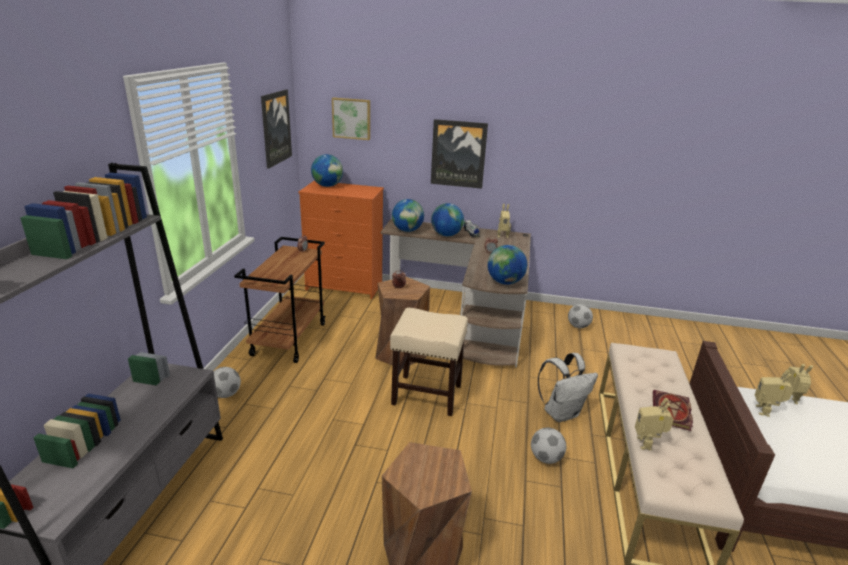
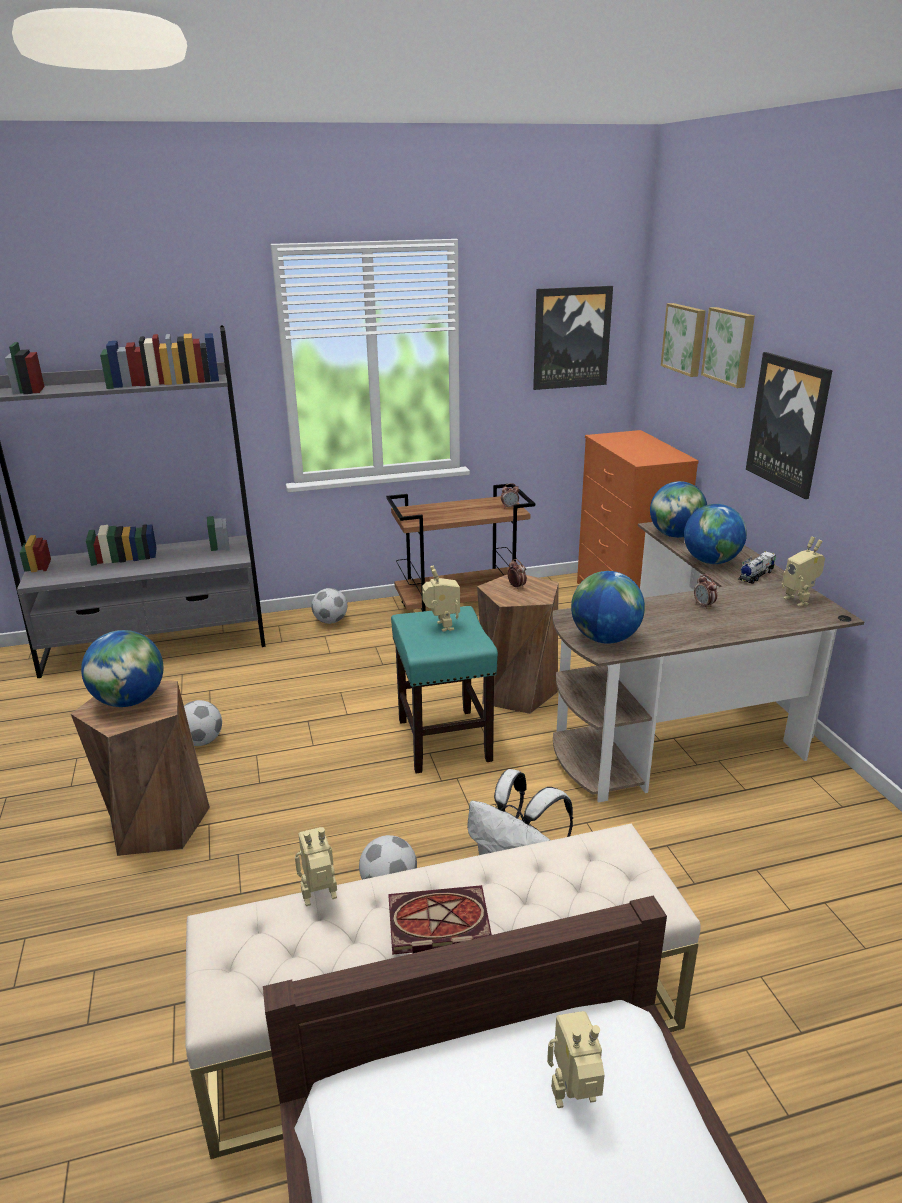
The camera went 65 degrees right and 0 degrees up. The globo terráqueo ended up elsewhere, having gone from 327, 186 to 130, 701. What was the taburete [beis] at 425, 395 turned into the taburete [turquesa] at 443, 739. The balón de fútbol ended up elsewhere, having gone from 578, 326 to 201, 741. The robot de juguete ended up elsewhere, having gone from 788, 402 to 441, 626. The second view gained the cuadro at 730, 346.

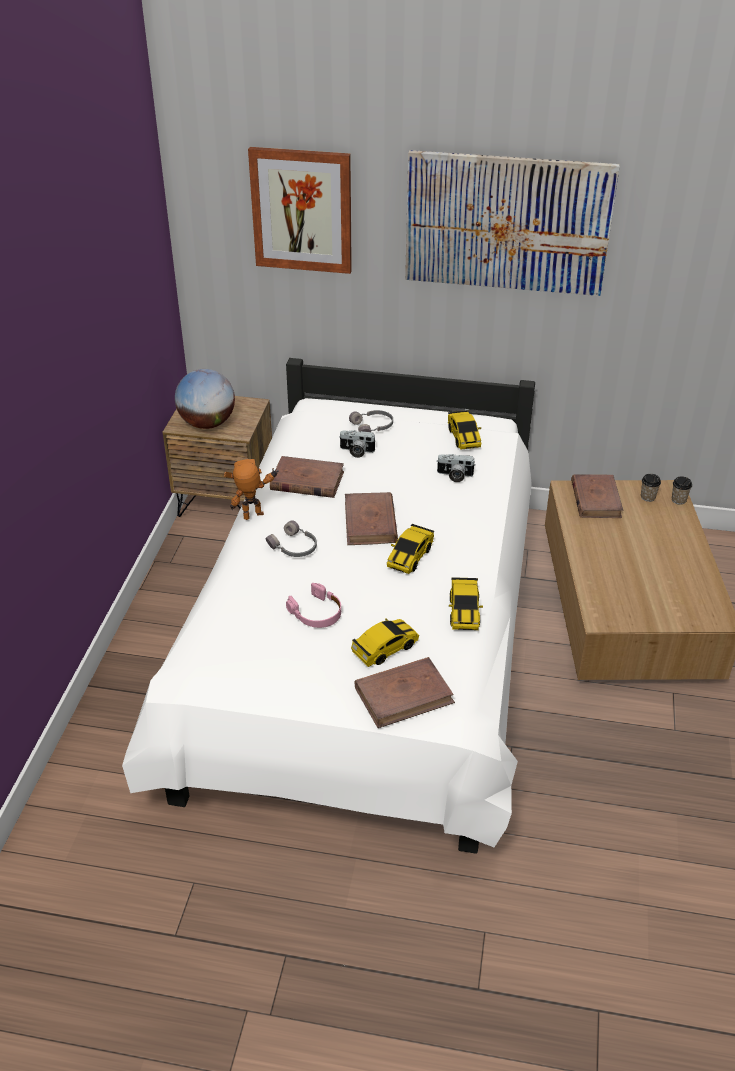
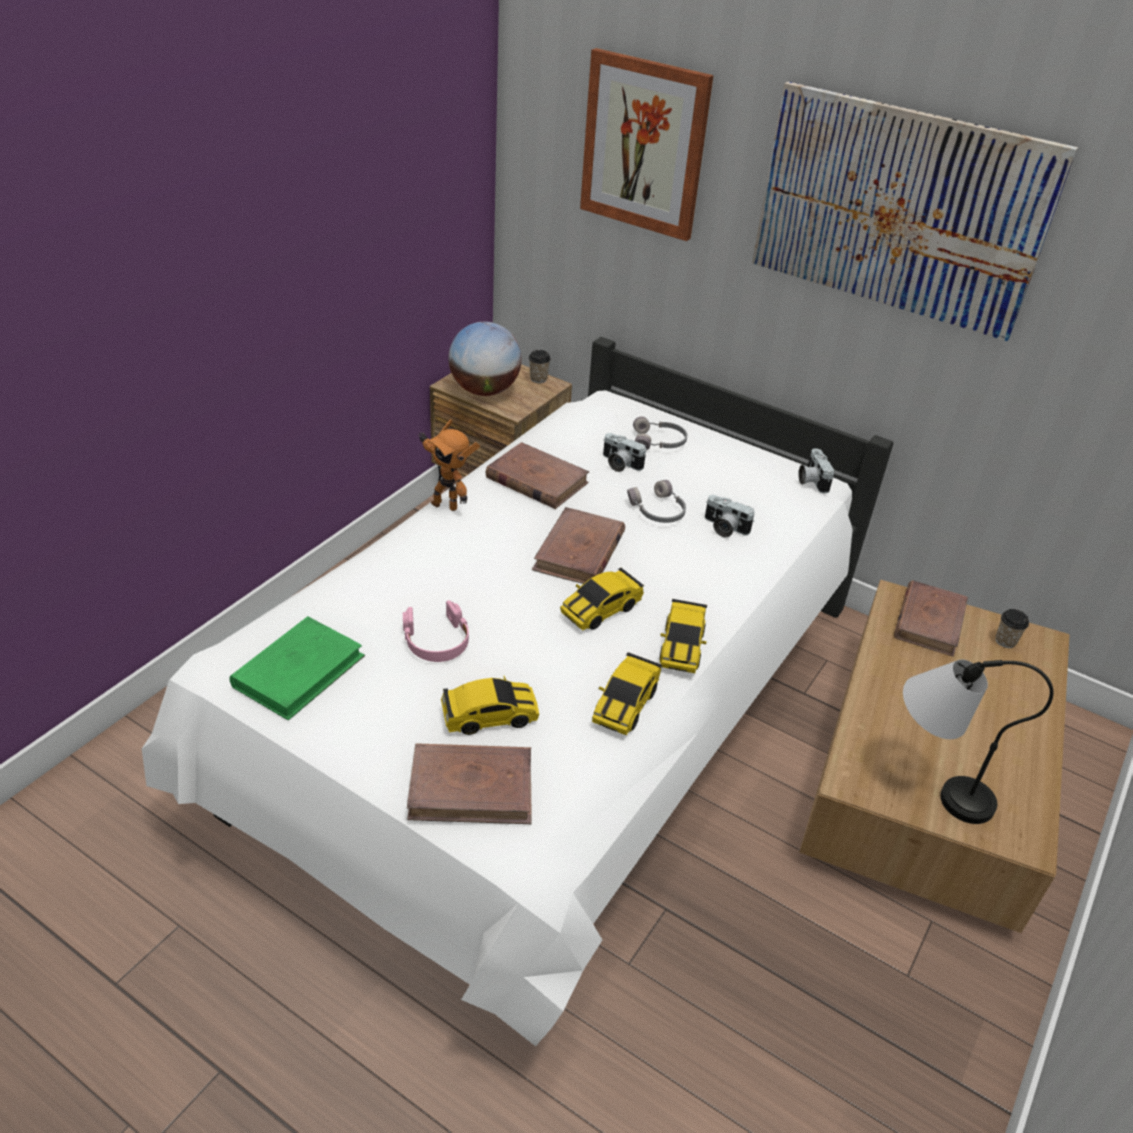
The camera went 20 degrees right and 0 degrees up. The robot de juguete at 255, 518 ended up facing another way, 150 degrees counterclockwise from before. The auriculares [gris] ended up elsewhere, having gone from 294, 547 to 657, 511. The coche de juguete ended up elsewhere, having gone from 463, 437 to 681, 646. The taza ended up elsewhere, having gone from 678, 500 to 538, 379. The second view gained the libro [verde] at 299, 671. The second view gained the cámara at 811, 480. The second view gained the lámpara de mesa at 931, 785.

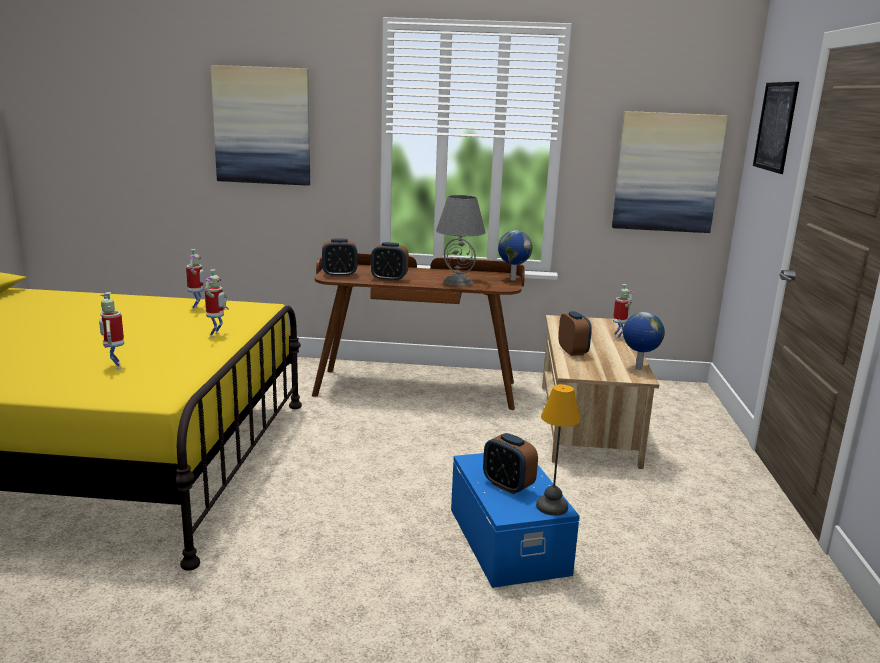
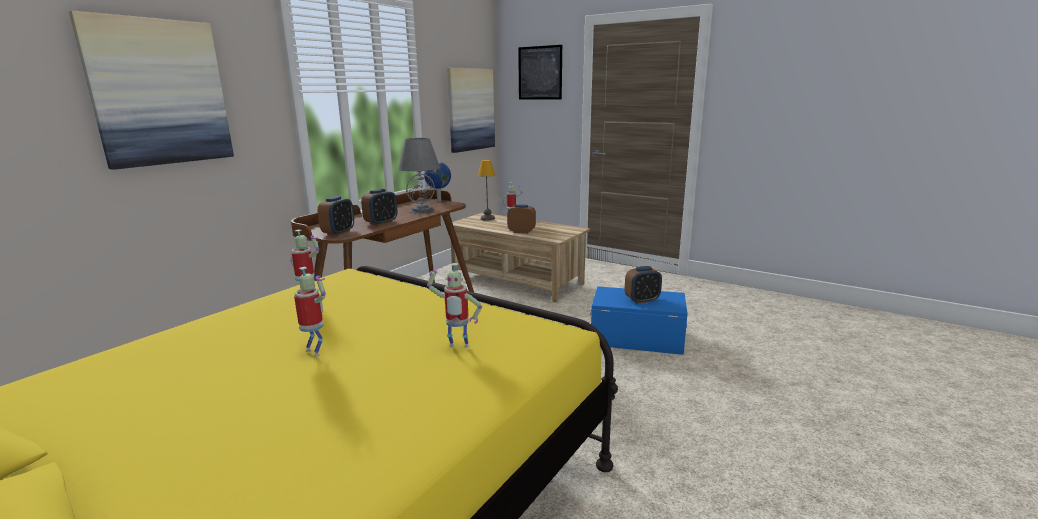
The camera went 60 degrees left and 0 degrees up. The robot de juguete ended up elsewhere, having gone from 216, 335 to 316, 352. The lámpara de mesa ended up elsewhere, having gone from 552, 507 to 488, 218. The second view lost the globo terráqueo at 638, 368.

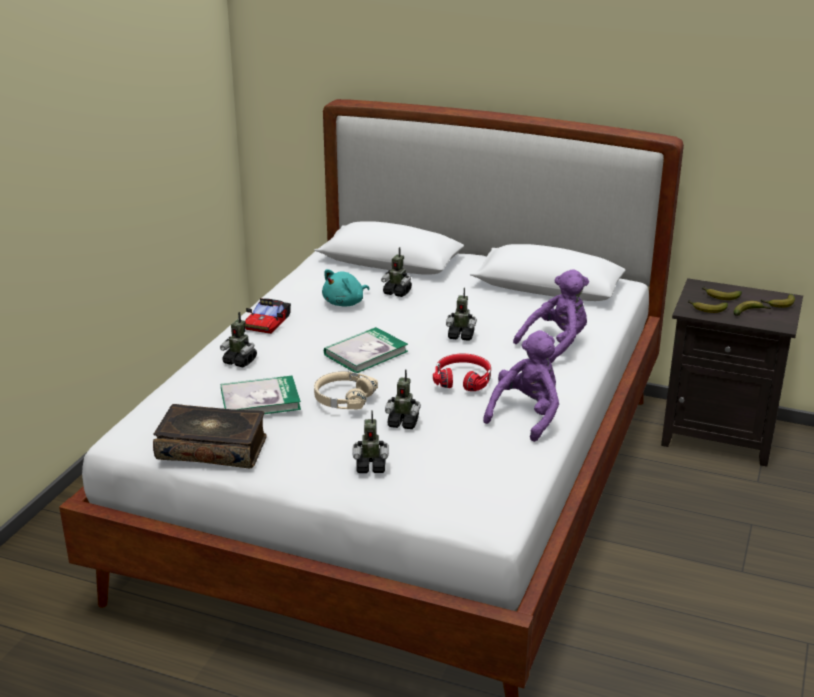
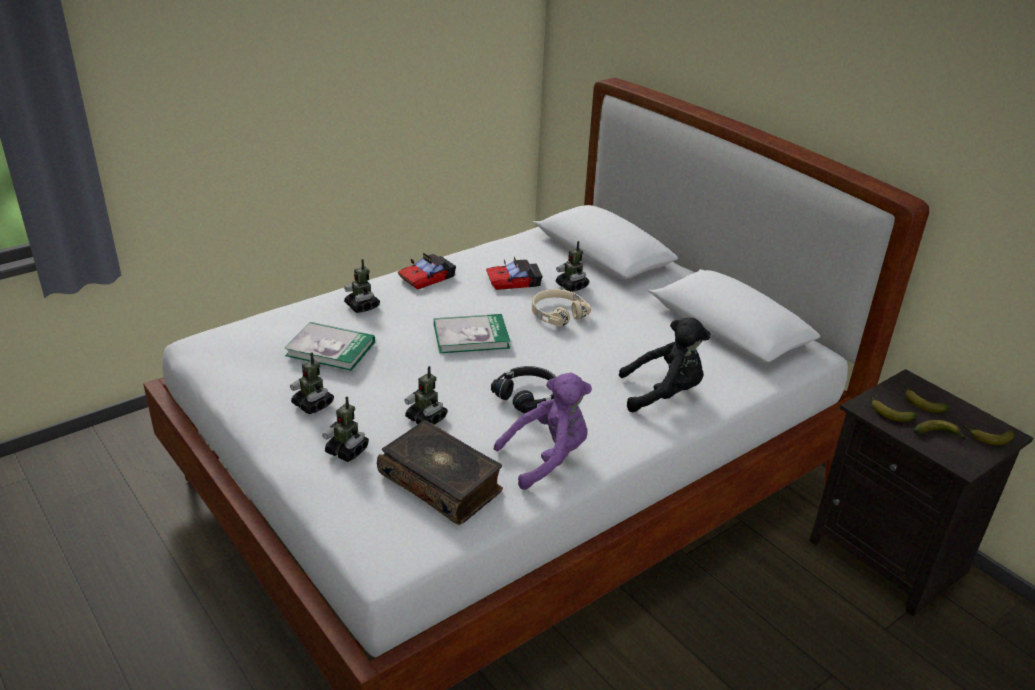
The camera went 30 degrees right and 5 degrees up. The libro ended up elsewhere, having gone from 212, 448 to 441, 482. The auriculares [beis] ended up elsewhere, having gone from 343, 398 to 557, 314. Where the peluche [turquesa] stood at 345, 303, the coche de juguete came to stand at 514, 281. What was the auriculares [rojo] at 463, 379 turned into the auriculares [negro] at 528, 396. The robot de juguete ended up elsewhere, having gone from 461, 336 to 313, 404. What was the peluche [morado] at 556, 345 turned into the peluche [negro] at 664, 394.

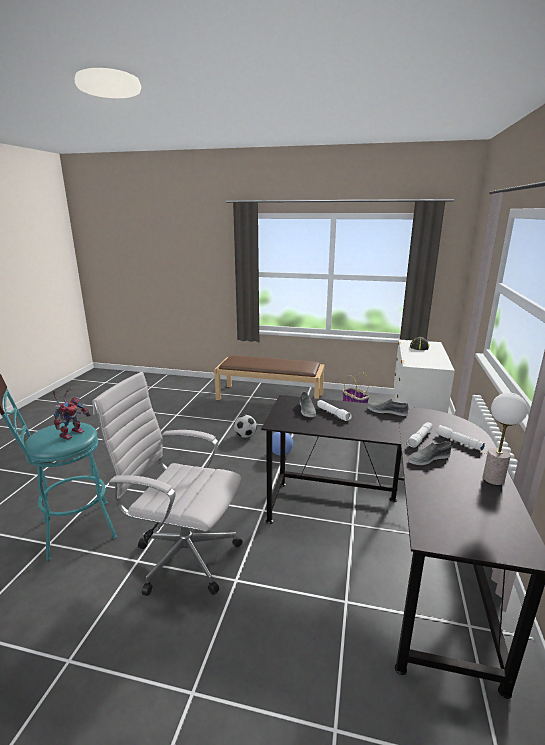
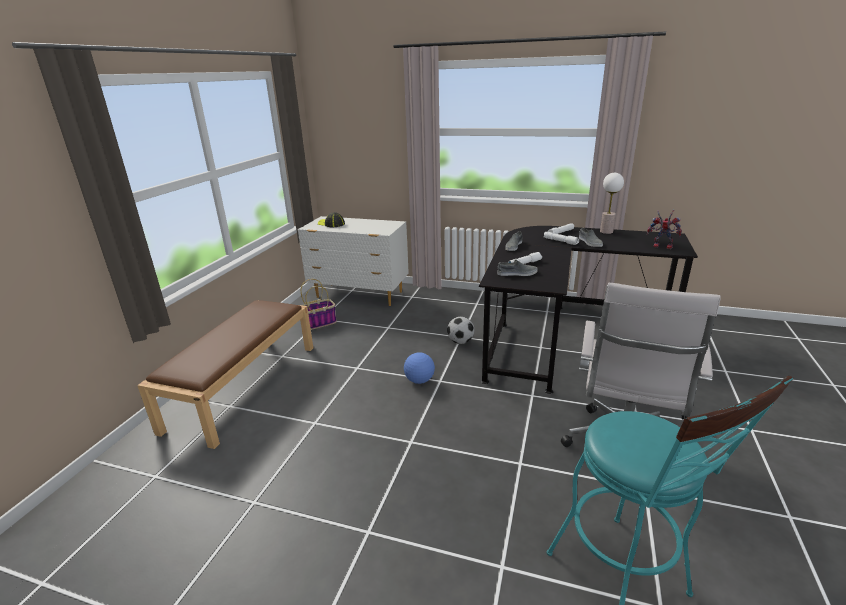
The camera went 85 degrees left and 5 degrees up. The robot de juguete ended up elsewhere, having gone from 72, 433 to 660, 247. The balón de fútbol ended up elsewhere, having gone from 245, 436 to 460, 342.

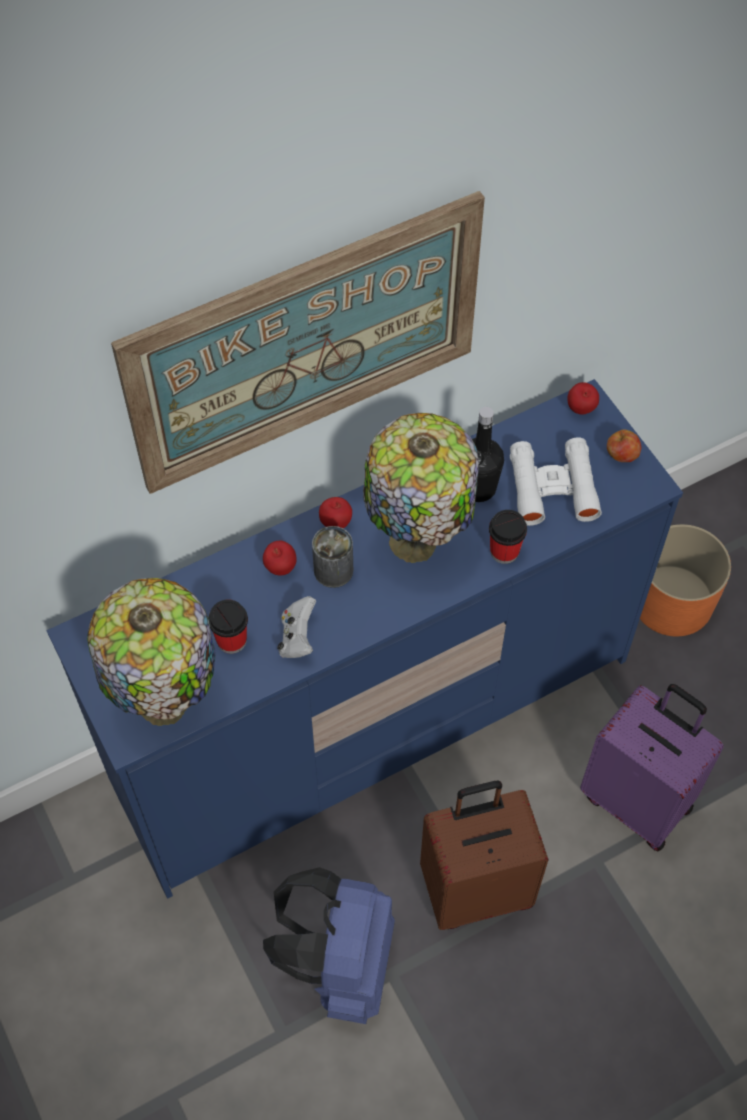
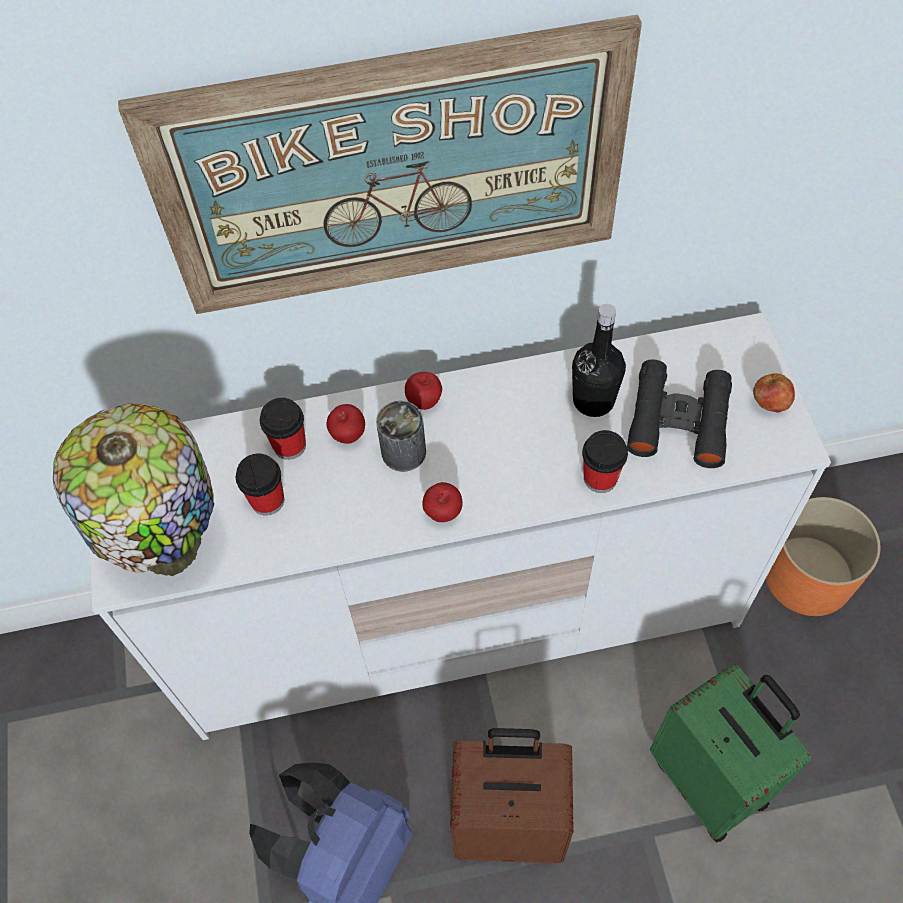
The camera went 20 degrees right and 0 degrees up. What was the cómoda [azul] at 375, 720 turned into the cómoda [blanco] at 463, 617. The second view lost the mando de consola [blanco] at 297, 638. The second view lost the lámpara de mesa at 416, 544. What was the prismáticos [blanco] at 552, 487 turned into the prismáticos [negro] at 678, 420. The manzana ended up elsewhere, having gone from 581, 409 to 443, 513. What was the maleta [morado] at 638, 800 turned into the maleta [verde] at 711, 778. The second view gained the taza at 289, 445.

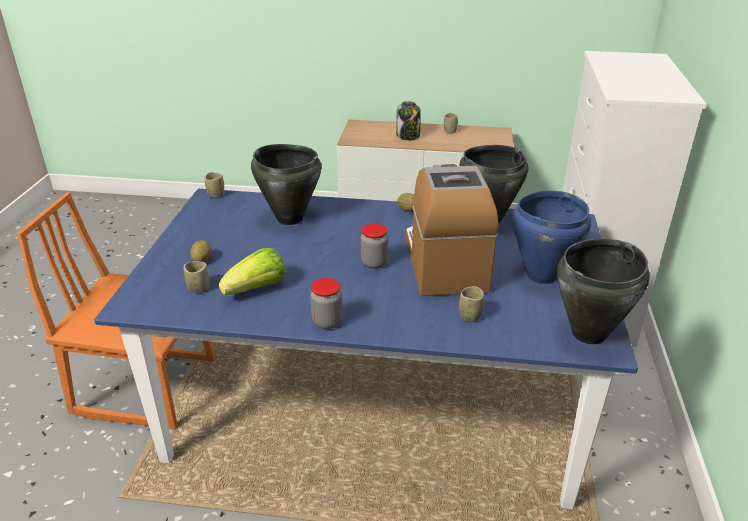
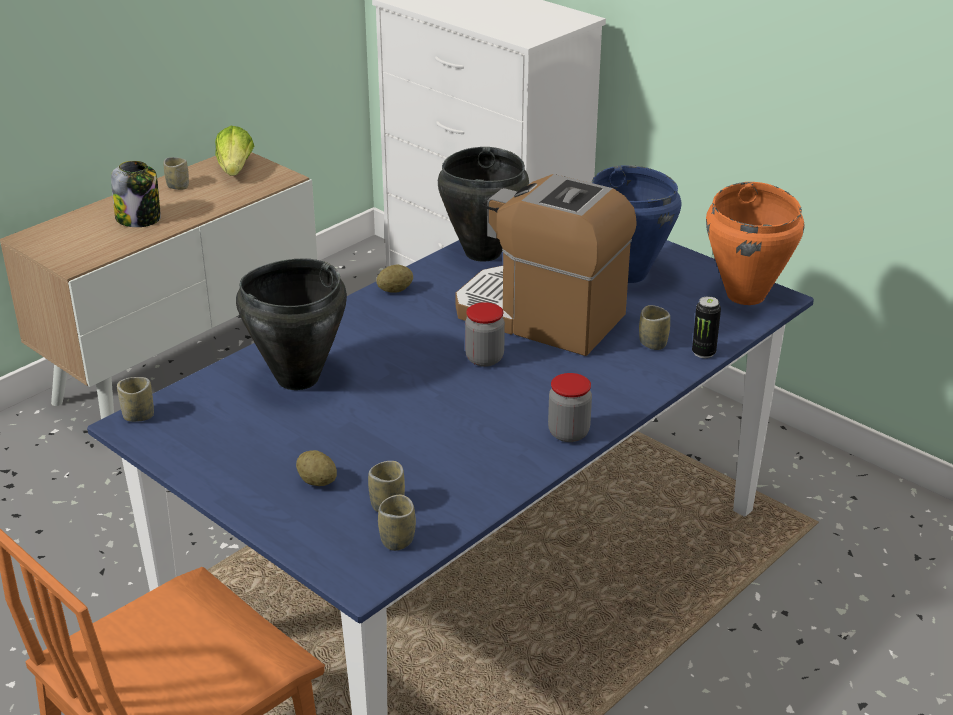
The camera went 55 degrees left and 0 degrees up. The lechuga ended up elsewhere, having gone from 257, 289 to 235, 170. What was the olla [negro] at 589, 334 turned into the olla [naranja] at 746, 295. The second view gained the taza at 397, 540. The second view gained the lata at 703, 353.

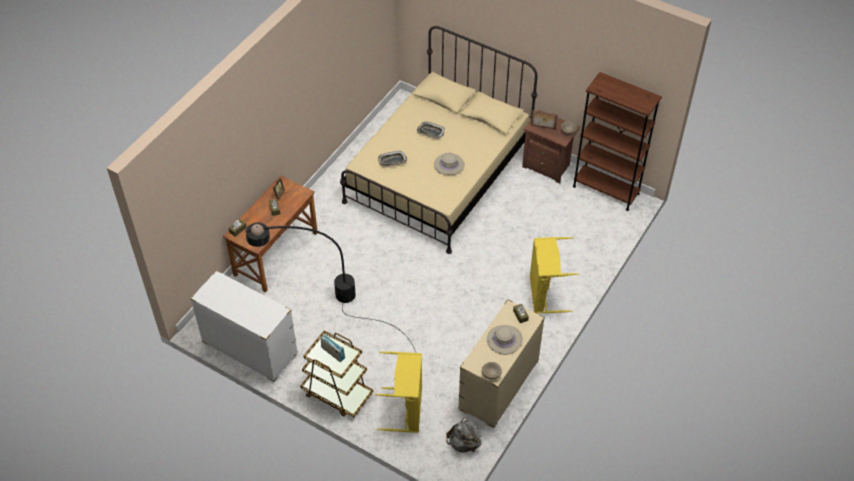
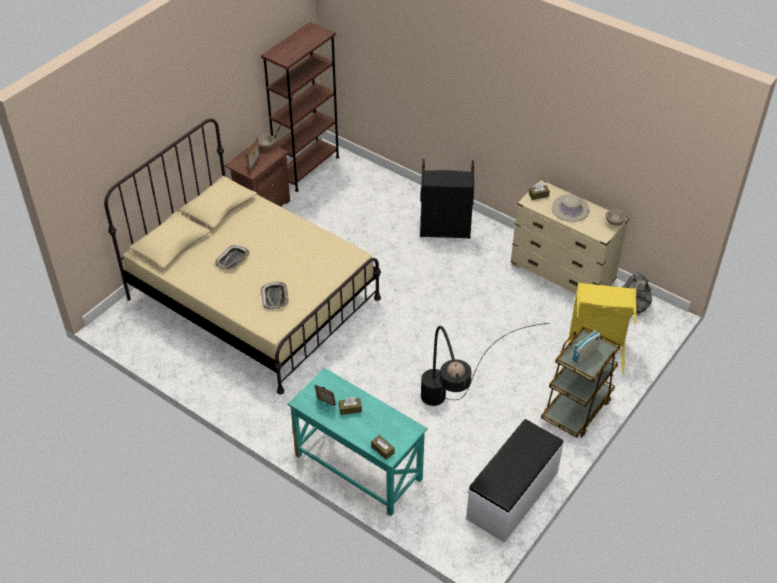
The camera went 85 degrees left and 5 degrees down. Where the cómoda [blanco] stood at 250, 349, the banco [blanco] came to stand at 513, 496. What was the escritorio [marrón] at 275, 253 turned into the escritorio [turquesa] at 358, 467. The second view lost the sombrero [beis] at 449, 165. What was the cesto de la ropa [amarillo] at 544, 294 turned into the cesto de la ropa [negro] at 445, 228.

